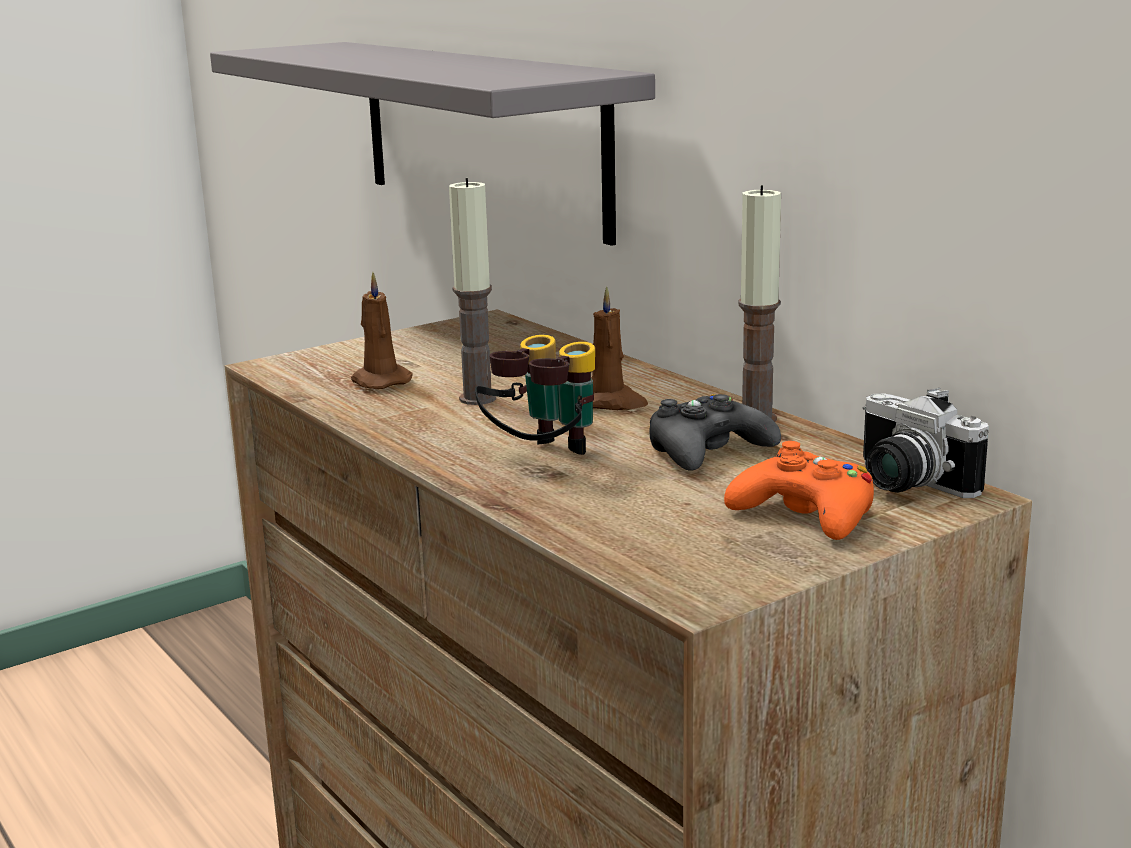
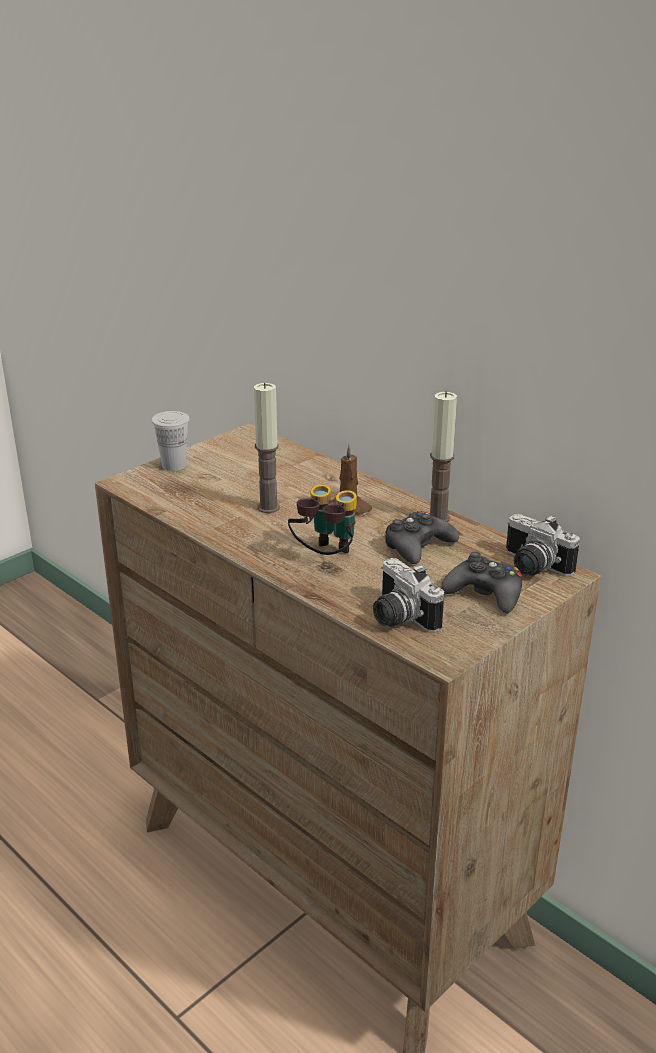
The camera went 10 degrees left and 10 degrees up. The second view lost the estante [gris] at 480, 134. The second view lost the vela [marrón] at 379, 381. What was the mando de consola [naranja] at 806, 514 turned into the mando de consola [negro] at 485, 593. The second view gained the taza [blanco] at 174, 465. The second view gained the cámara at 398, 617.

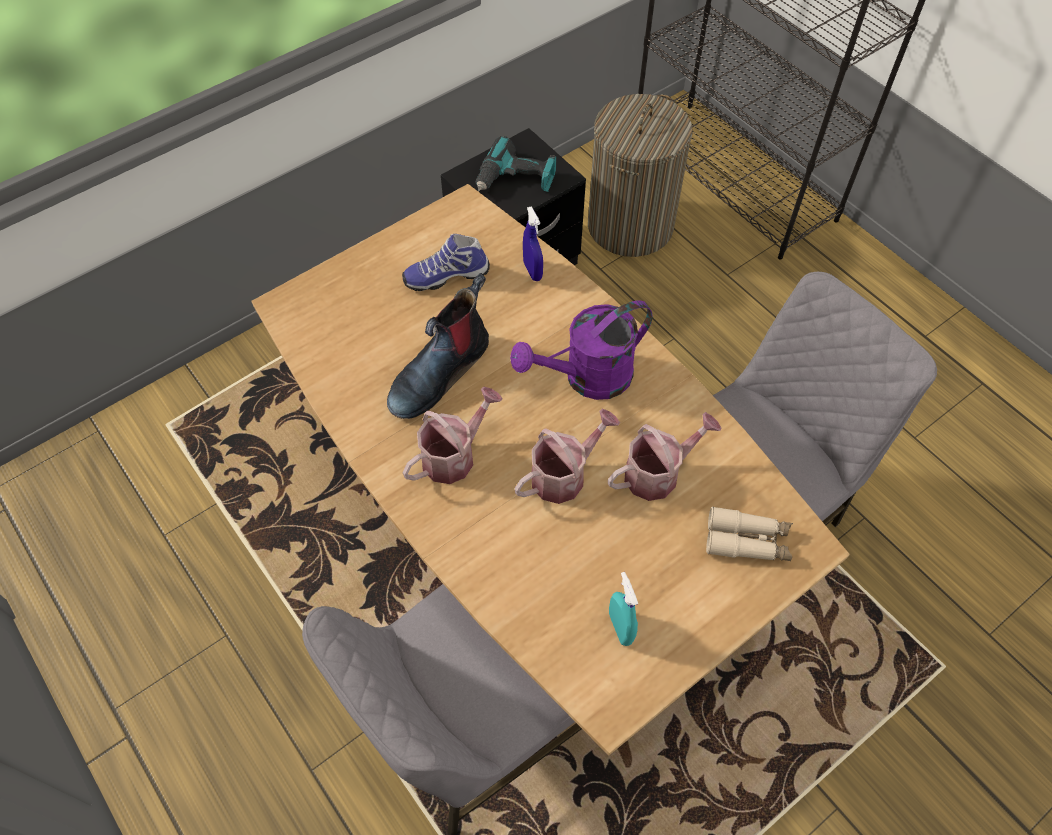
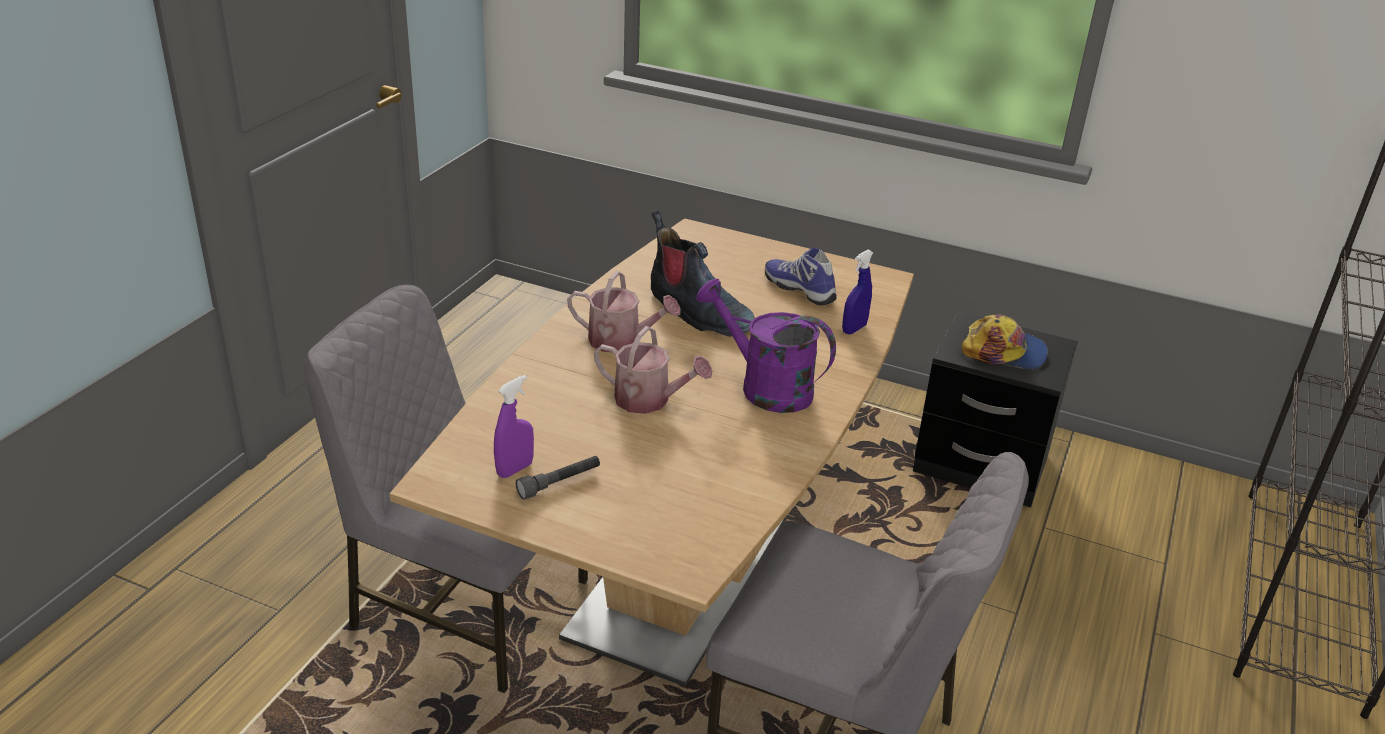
The camera went 60 degrees right and 25 degrees down. The bota at 439, 372 ended up facing another way, 150 degrees counterclockwise from before. Where the taladro stood at 516, 180, the gorra came to stand at 1004, 352. The second view lost the cesto de la ropa at 630, 226. The second view lost the regadera at 658, 473. What was the pulverizador [turquesa] at 620, 628 turned into the pulverizador [morado] at 515, 469. The second view lost the prismáticos [beis] at 747, 541. The second view gained the linterna [gris] at 559, 483.

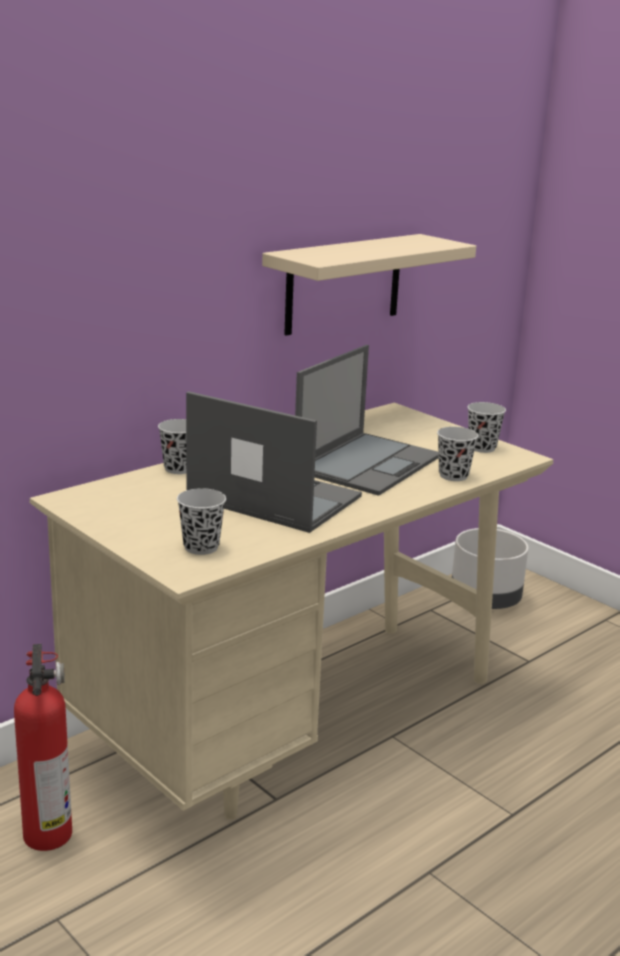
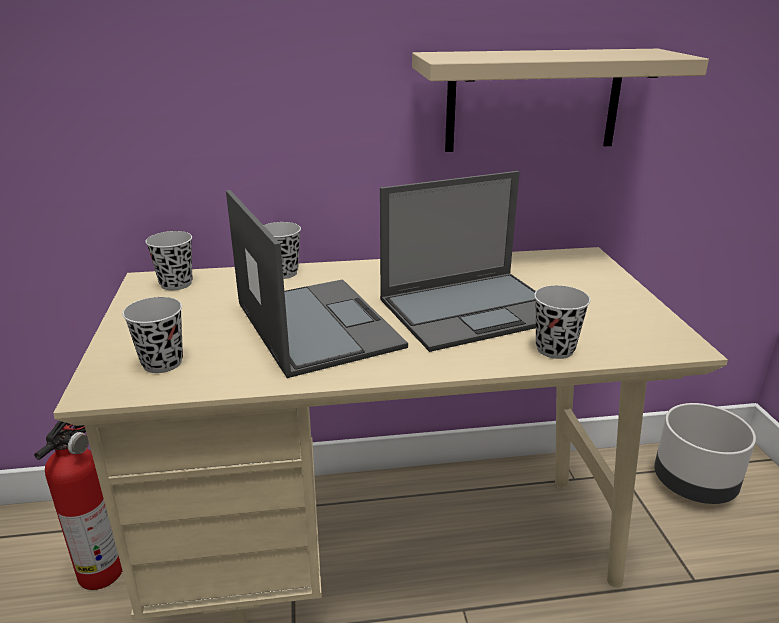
The camera went 35 degrees right and 5 degrees up. The taza [negro] ended up elsewhere, having gone from 482, 448 to 176, 284.

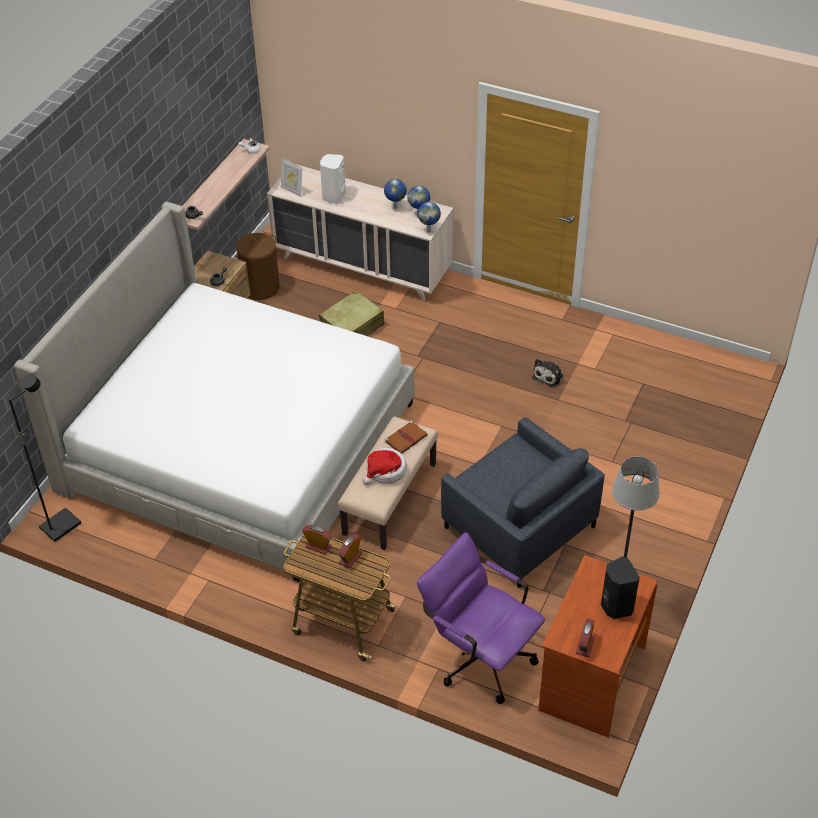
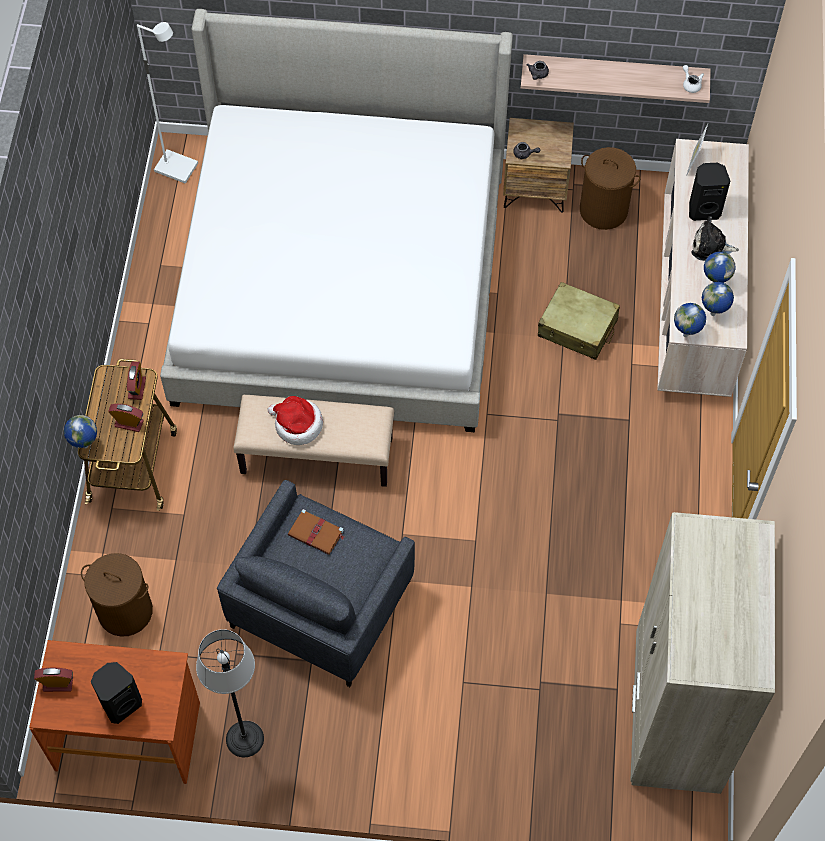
The camera went 70 degrees right and 15 degrees up. What was the lámpara de pie [negro] at 60, 525 turned into the lámpara de pie [blanco] at 177, 167. What was the altavoz [blanco] at 333, 196 turned into the altavoz [negro] at 703, 209. The libro [marrón] ended up elsewhere, having gone from 406, 438 to 316, 533. Where the silla de oficina [morado] stood at 479, 656, the cesto de la ropa [marrón] came to stand at 125, 611. The peluche ended up elsewhere, having gone from 549, 376 to 711, 247. The second view gained the globo terráqueo at 85, 446. The second view gained the armario ropero [beis] at 675, 712.

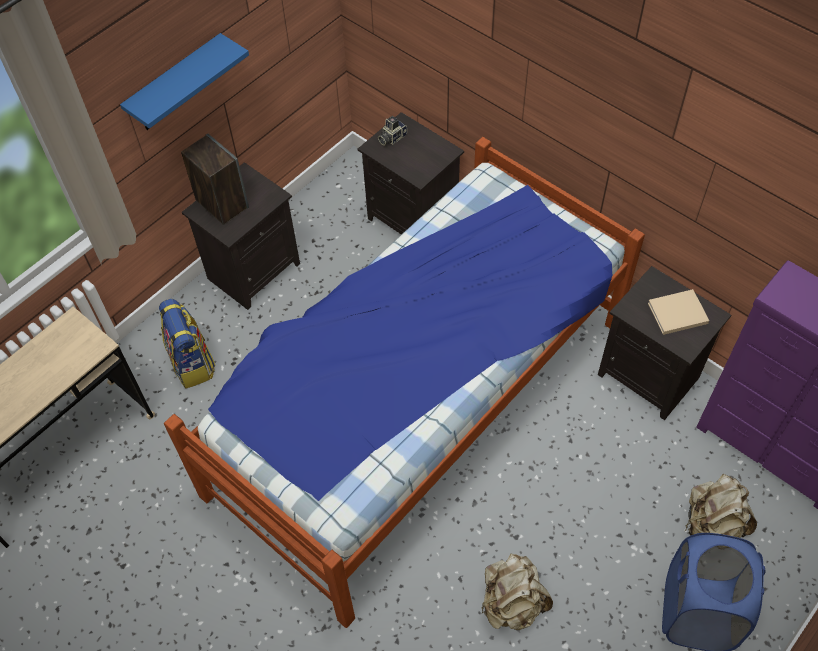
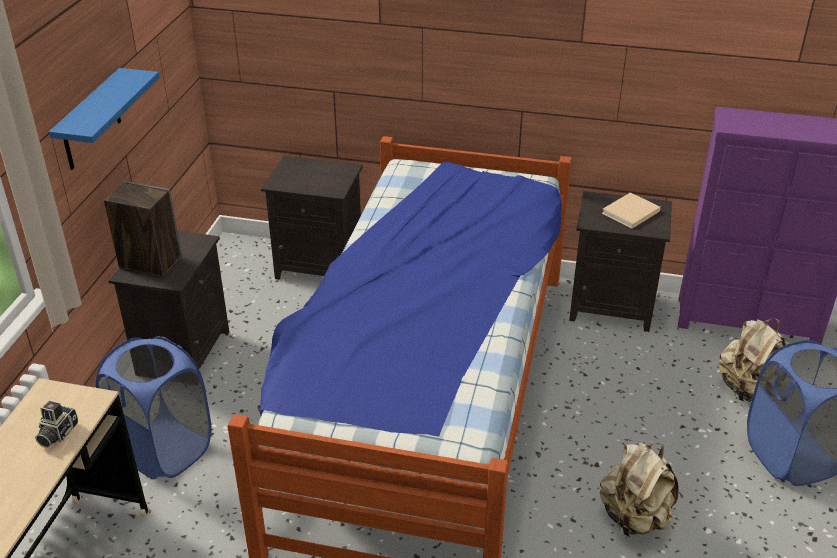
The camera went 30 degrees left and 20 degrees down. Where the mochila stood at 193, 363, the cesto de la ropa [azul] came to stand at 164, 450. The cámara ended up elsewhere, having gone from 391, 138 to 56, 433.

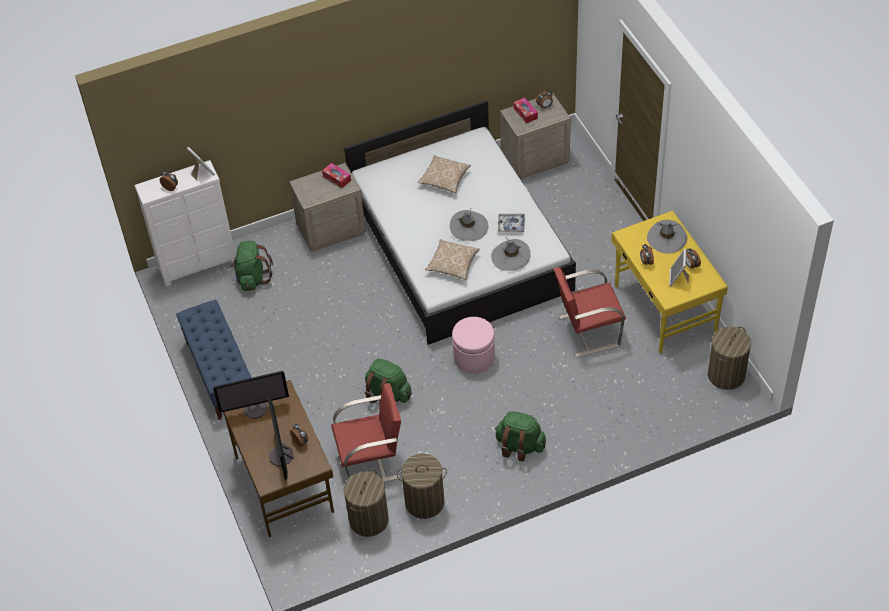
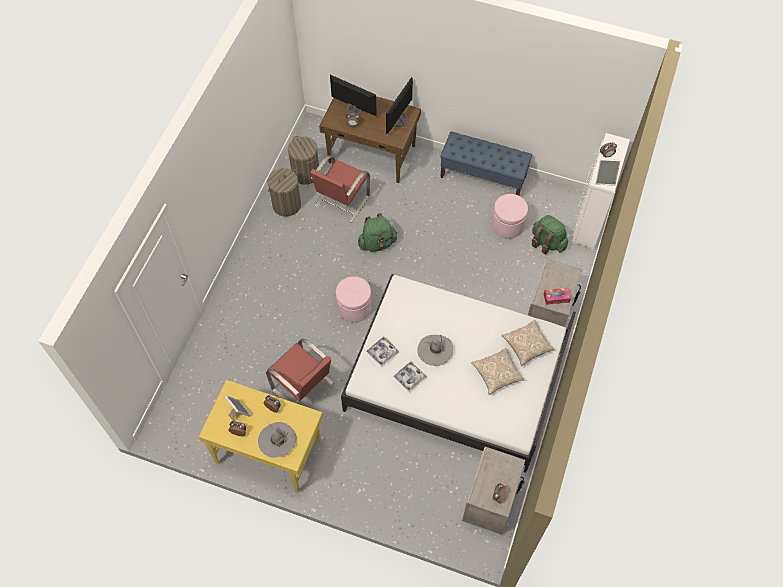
The camera went 130 degrees right and 10 degrees up. The cojín ended up elsewhere, having gone from 453, 265 to 527, 346. Where the sombrero [gris] stood at 510, 256, the bandeja came to stand at 382, 352. The second view lost the mochila [verde] at 519, 446. The second view lost the caja de pañuelos at 525, 113. The silla [rojo] at 587, 331 ended up facing another way, 105 degrees clockwise from before. The second view lost the cesto de la ropa at 726, 375. The second view gained the puf [rosa] at 507, 225.

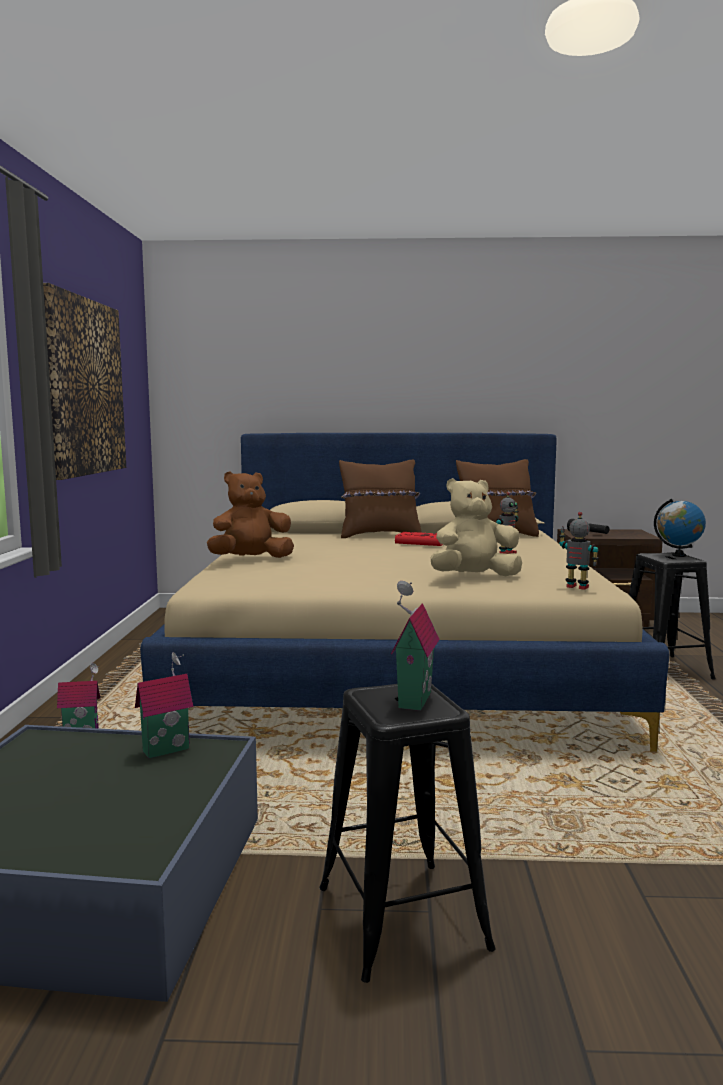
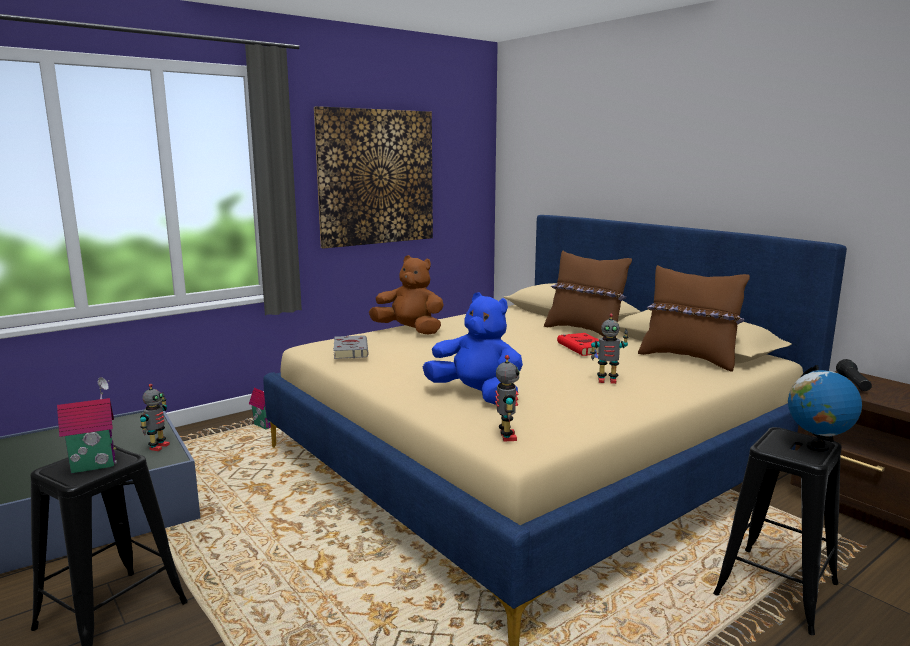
The camera went 50 degrees right and 5 degrees up. Where the casita stood at 165, 748, the robot de juguete came to stand at 158, 447. What was the peluche [beis] at 474, 577 turned into the peluche [azul] at 476, 395. The second view gained the libro [gris] at 350, 350.

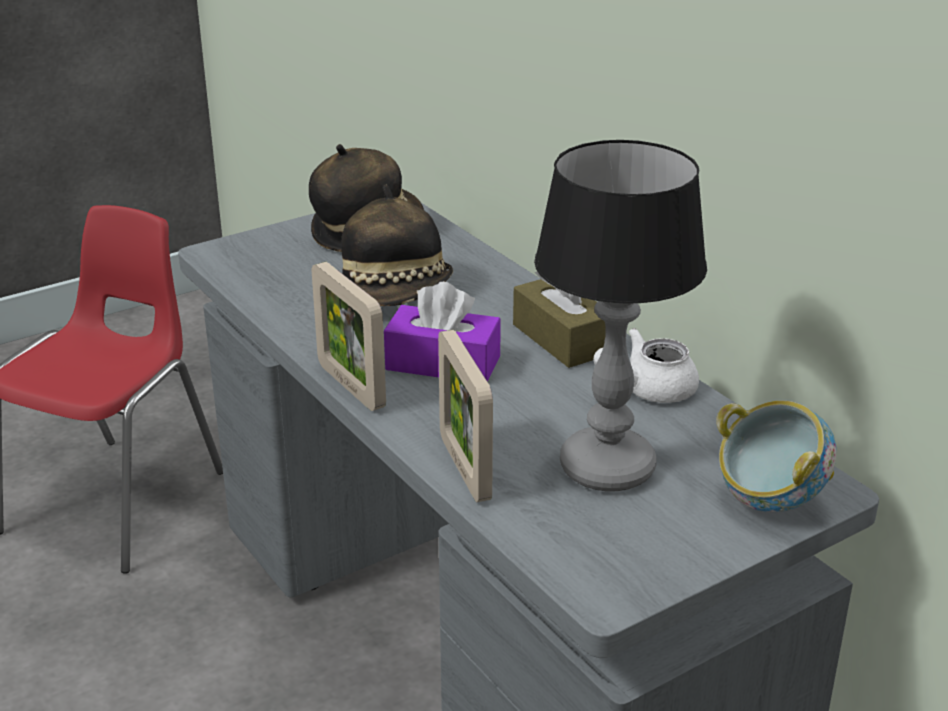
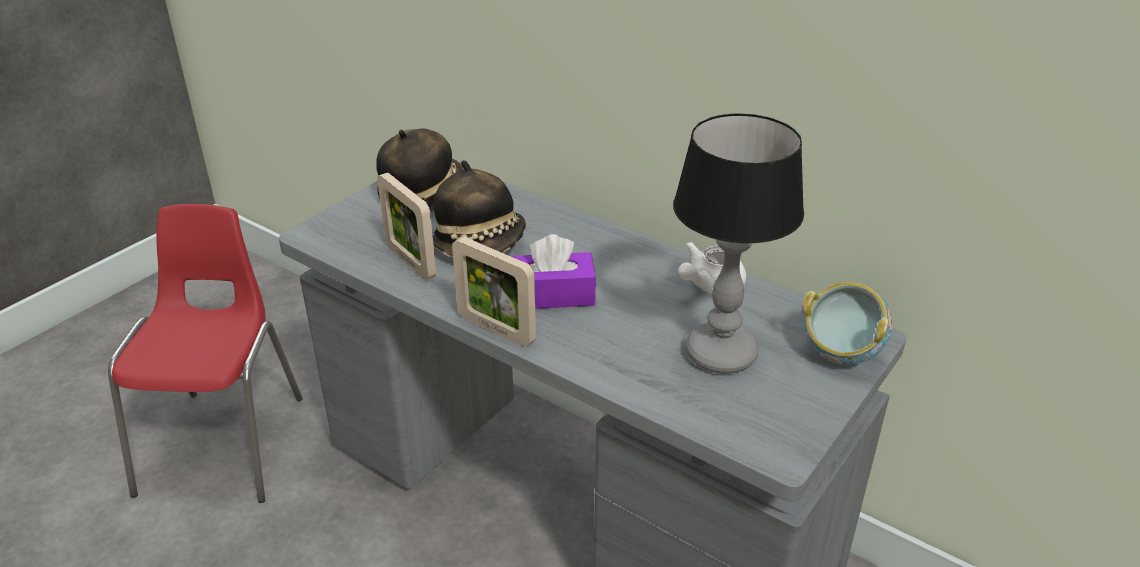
The camera went 20 degrees left and 5 degrees up. The portarretratos ended up elsewhere, having gone from 464, 469 to 410, 261. The second view lost the caja de pañuelos [marrón] at 562, 339.

